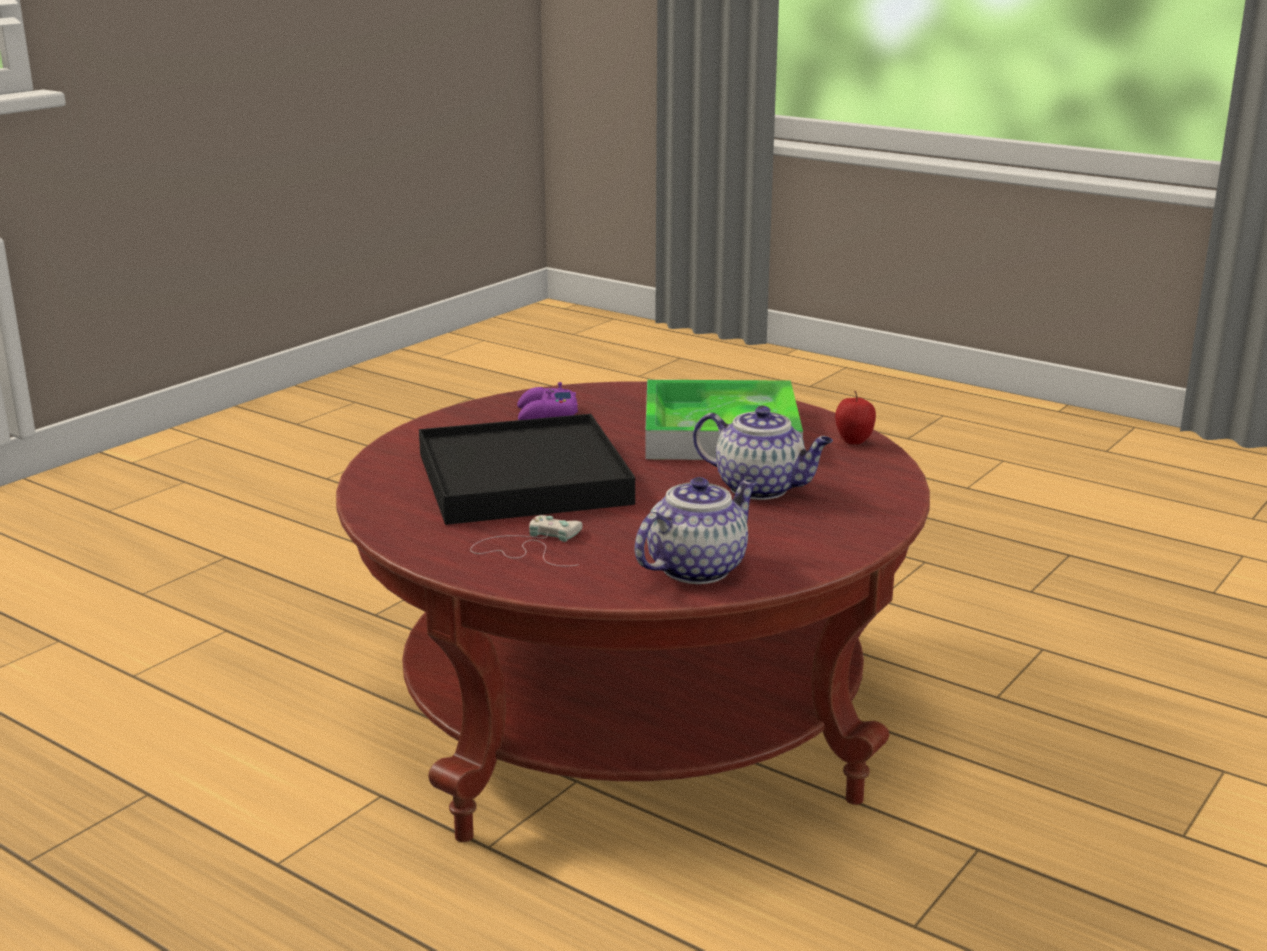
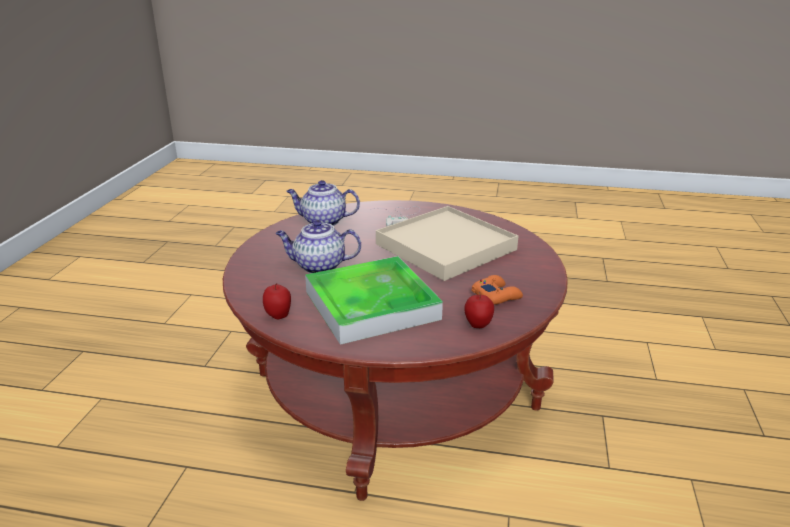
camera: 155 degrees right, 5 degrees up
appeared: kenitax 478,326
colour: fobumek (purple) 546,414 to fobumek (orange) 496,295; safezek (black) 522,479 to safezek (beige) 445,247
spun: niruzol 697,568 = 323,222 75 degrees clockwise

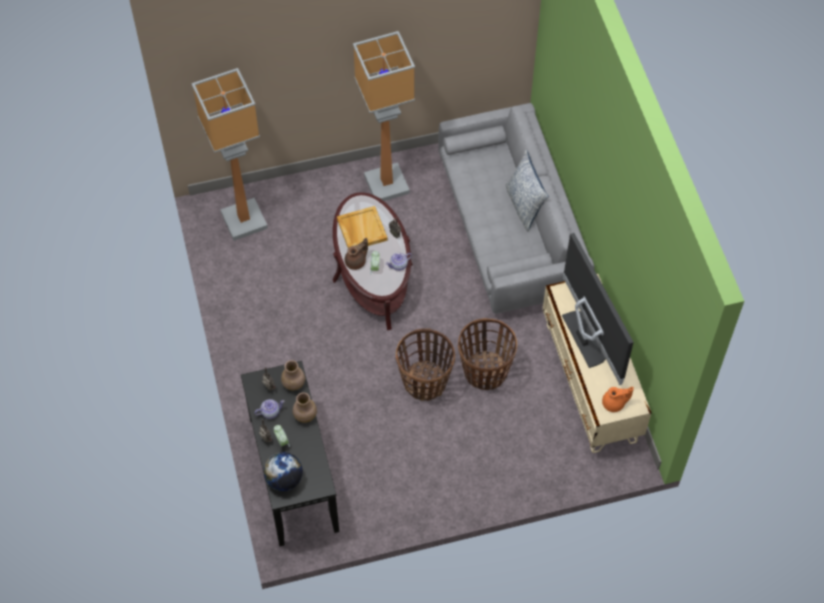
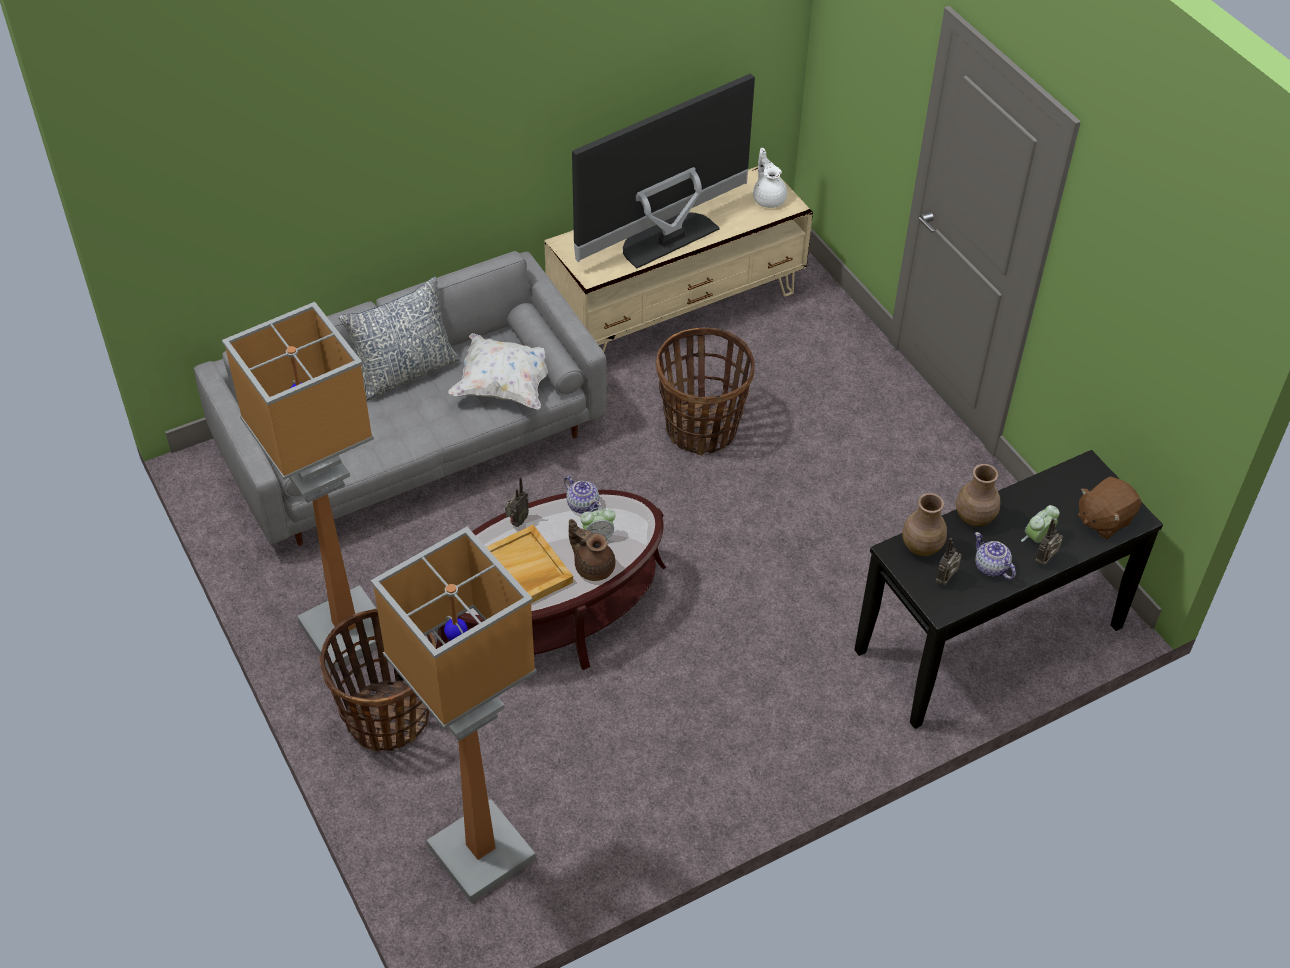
camera: 105 degrees left, 10 degrees down
appeared: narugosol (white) 505,385
relocated: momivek 425,382 to 388,716
exchanged: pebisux 284,479 to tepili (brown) 1103,519
colour: niruzol (orange) 614,404 to niruzol (white) 768,198

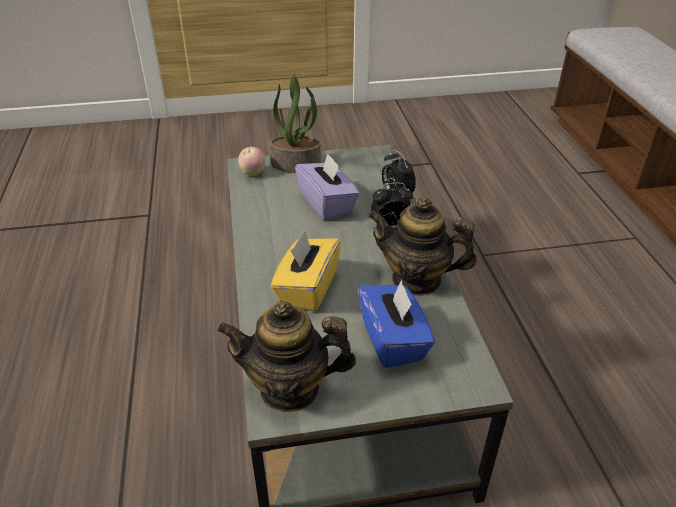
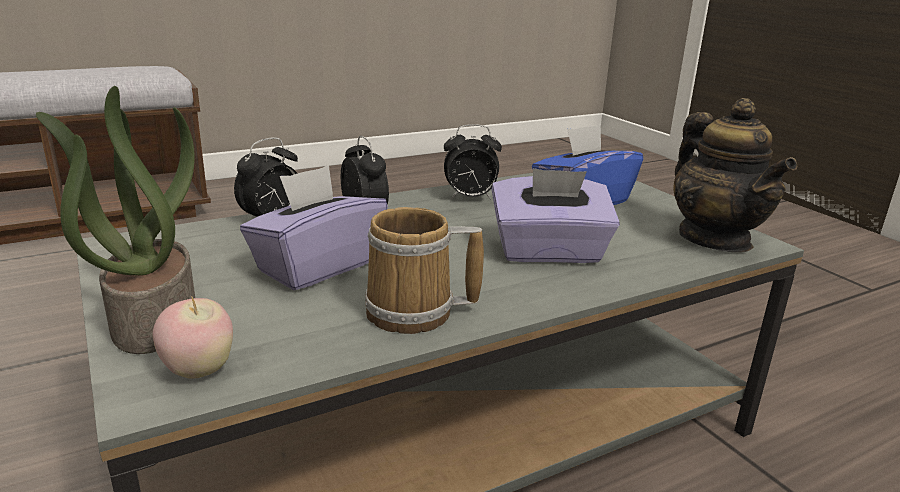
camera: 110 degrees left, 15 degrees down
appeared: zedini 416,313
exchanged: niruzol 417,279 to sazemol 470,198
colour: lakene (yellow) 307,289 to lakene (purple) 549,252

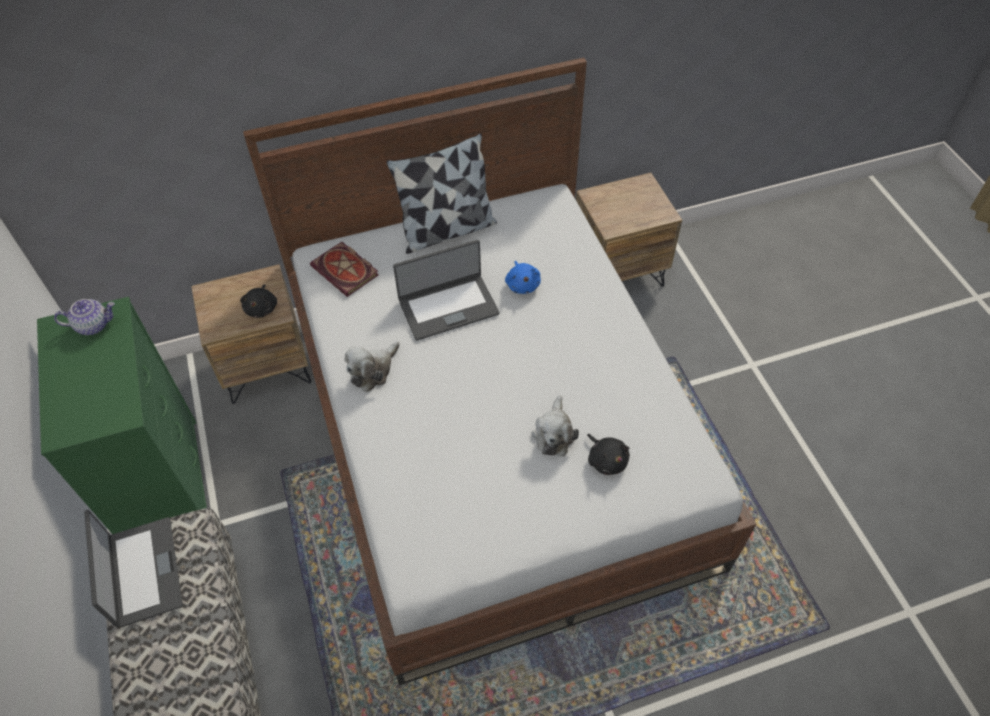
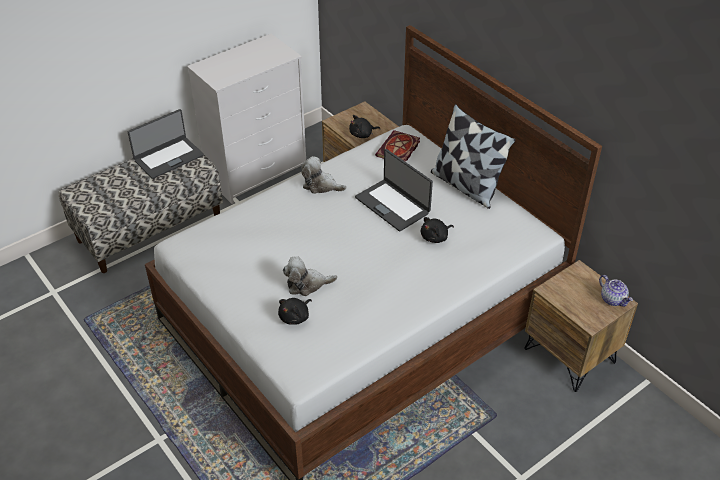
camera: 70 degrees right, 10 degrees down
relocated: niruzol 93,325 to 613,299
colour: tepili (blue) 522,284 to tepili (black) 435,237; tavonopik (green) 166,485 to tavonopik (white) 257,173

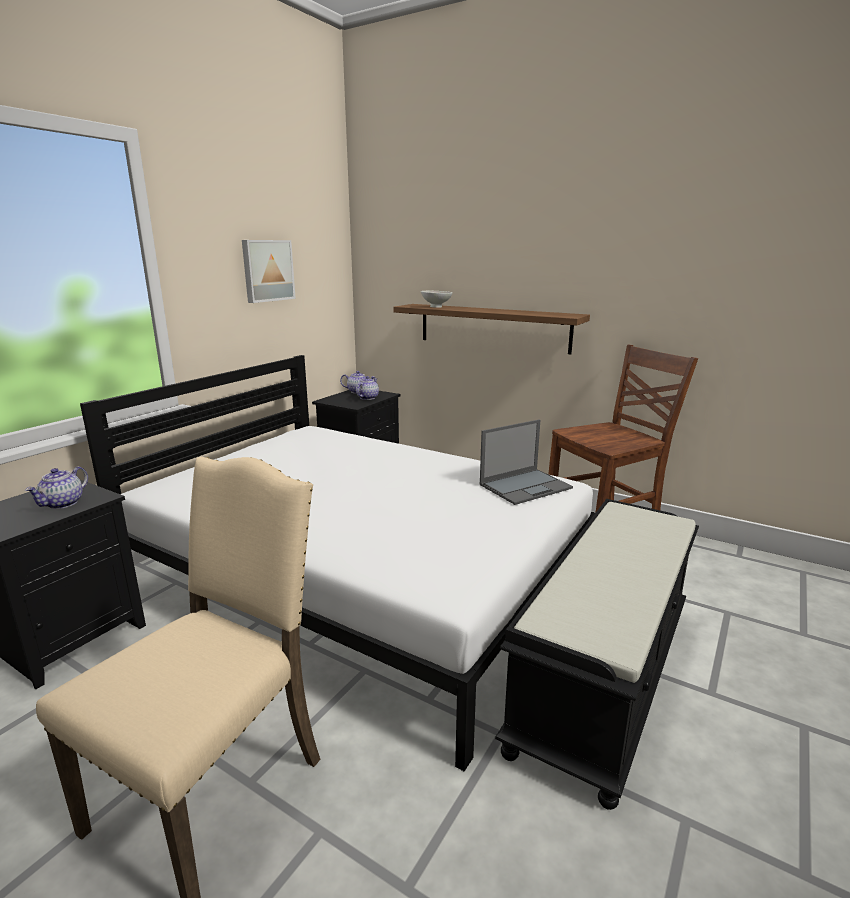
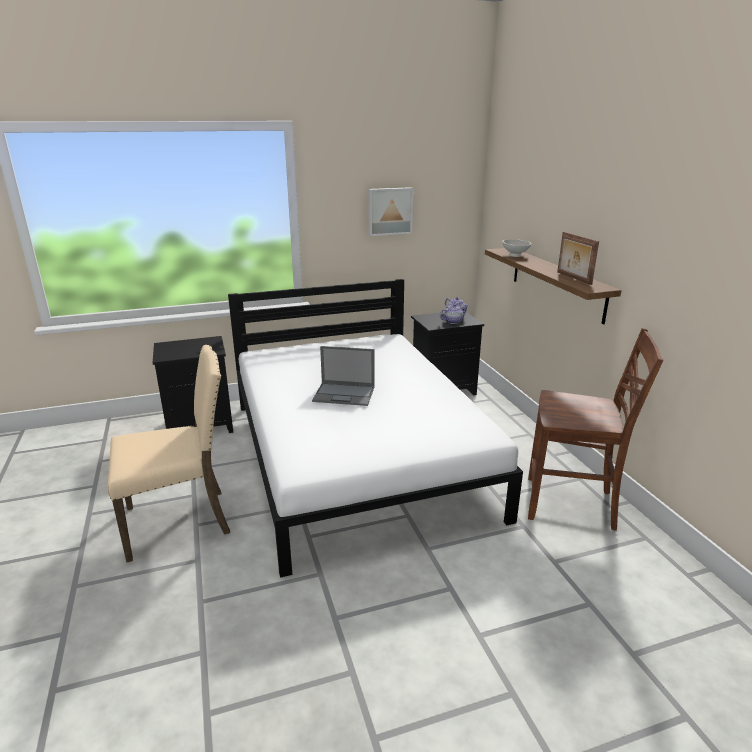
camera: 40 degrees right, 5 degrees up
missing: niruzol 63,503; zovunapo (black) 602,672
appeared: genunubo 573,278
relocated: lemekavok 526,486 to 345,394

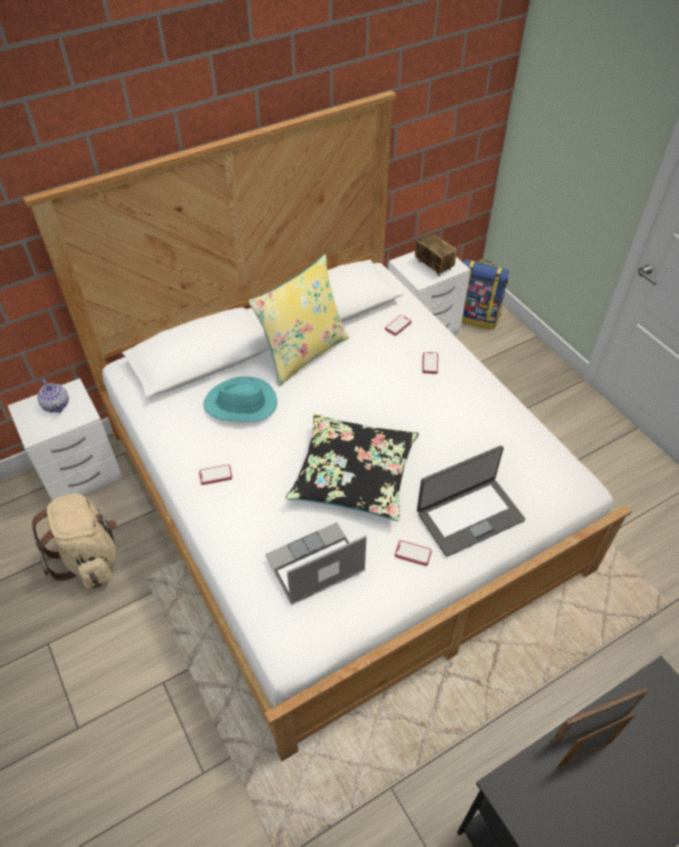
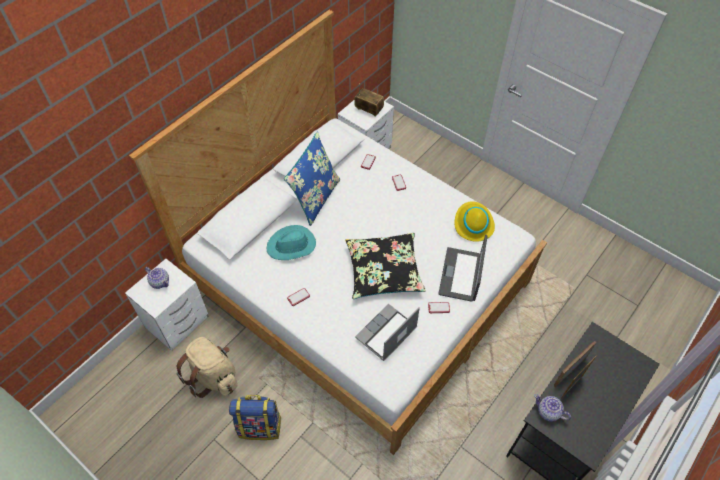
camera: 20 degrees left, 5 degrees up
appeared: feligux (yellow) 473,224; niruzol 548,412
relocated: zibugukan 477,316 to 260,426
colour: narugosol (yellow) 303,353 to narugosol (blue) 315,198
spun: lemekavok 469,515 = 461,274 150 degrees clockwise

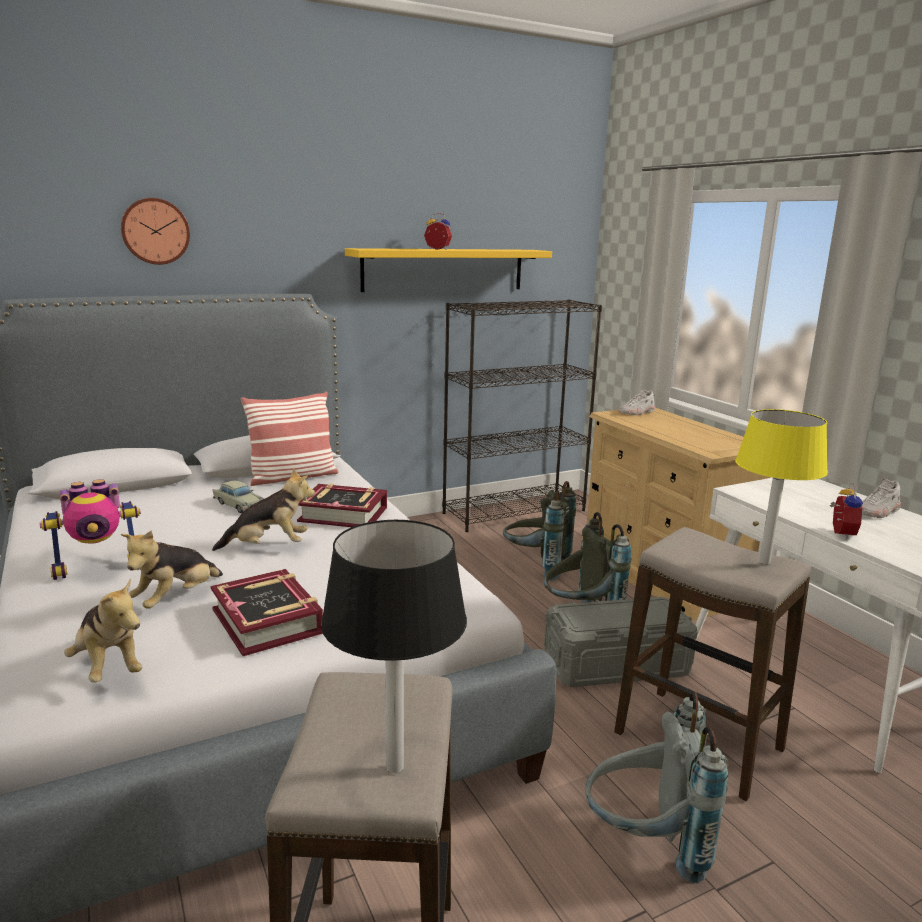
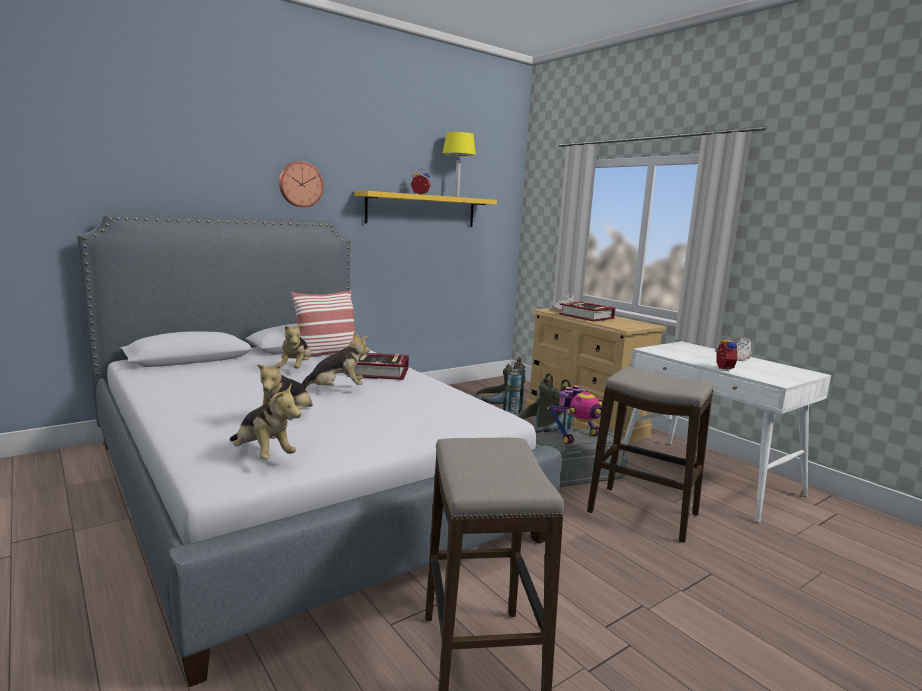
camera: 10 degrees left, 5 degrees down
missing: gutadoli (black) 515,511; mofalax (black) 395,767; zibugukan (grey) 645,846
relocated: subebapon 155,231 to 300,184; mofalax (yellow) 764,562 to 457,197; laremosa 98,566 to 576,437; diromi 268,621 to 586,316
exchanged: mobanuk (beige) 238,505 to tepili 296,368

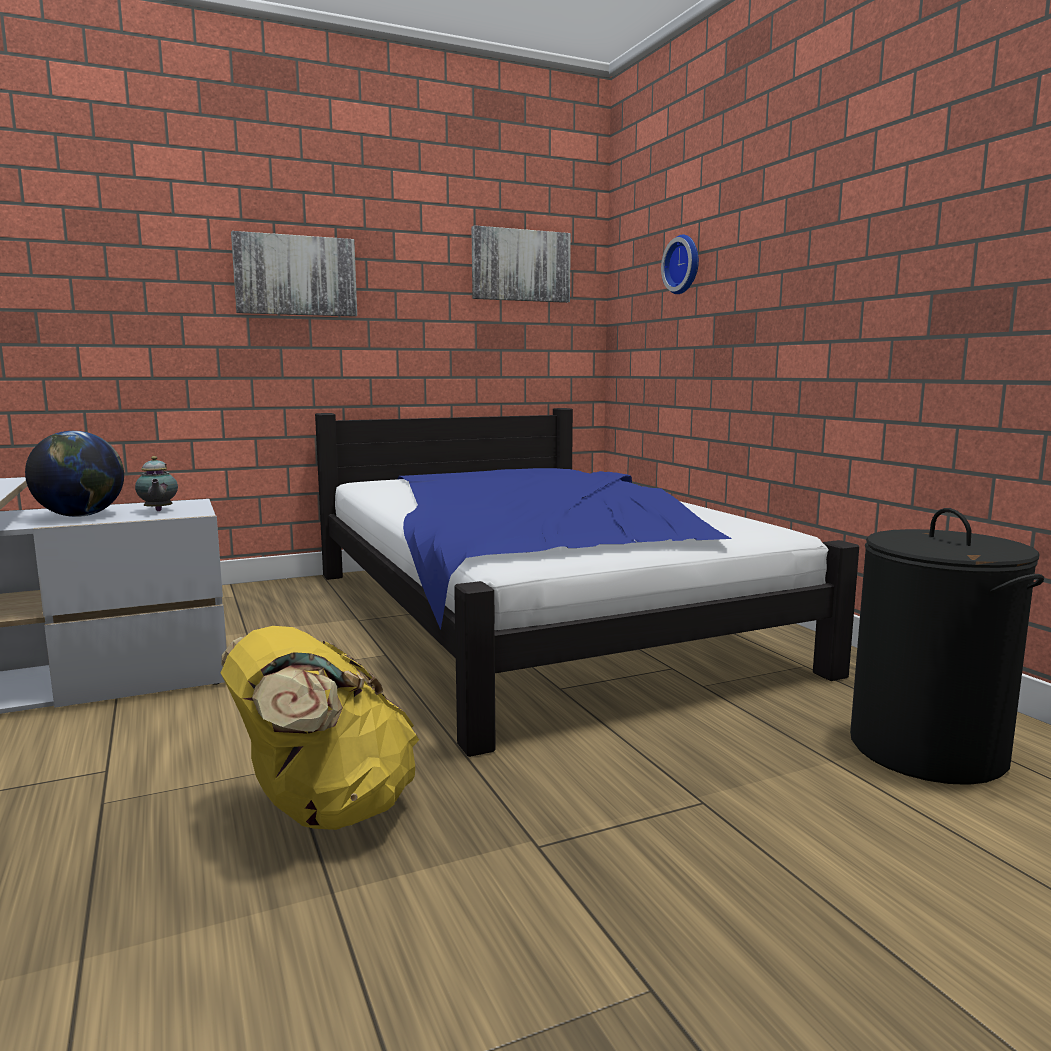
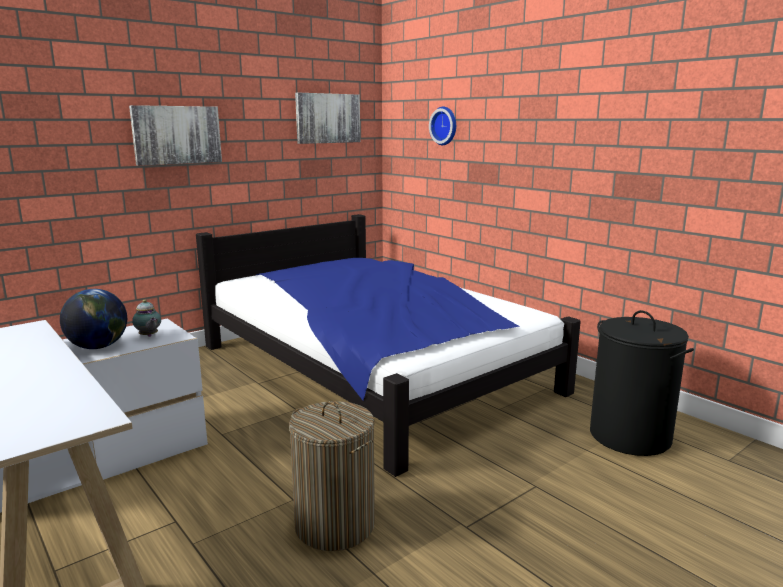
camera: 15 degrees left, 5 degrees up
exchanged: zibugukan (yellow) 324,810 to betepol 334,525

